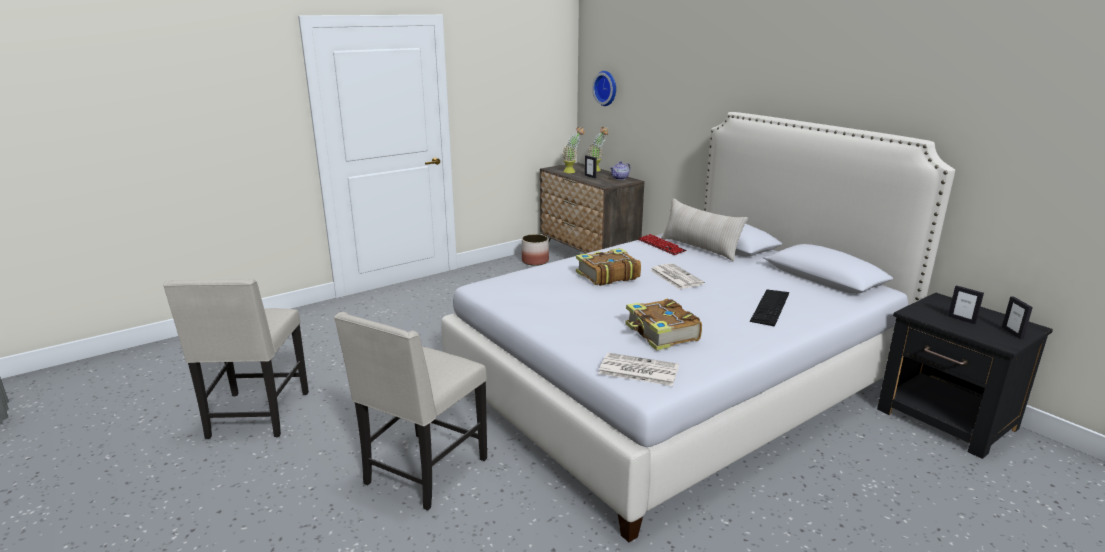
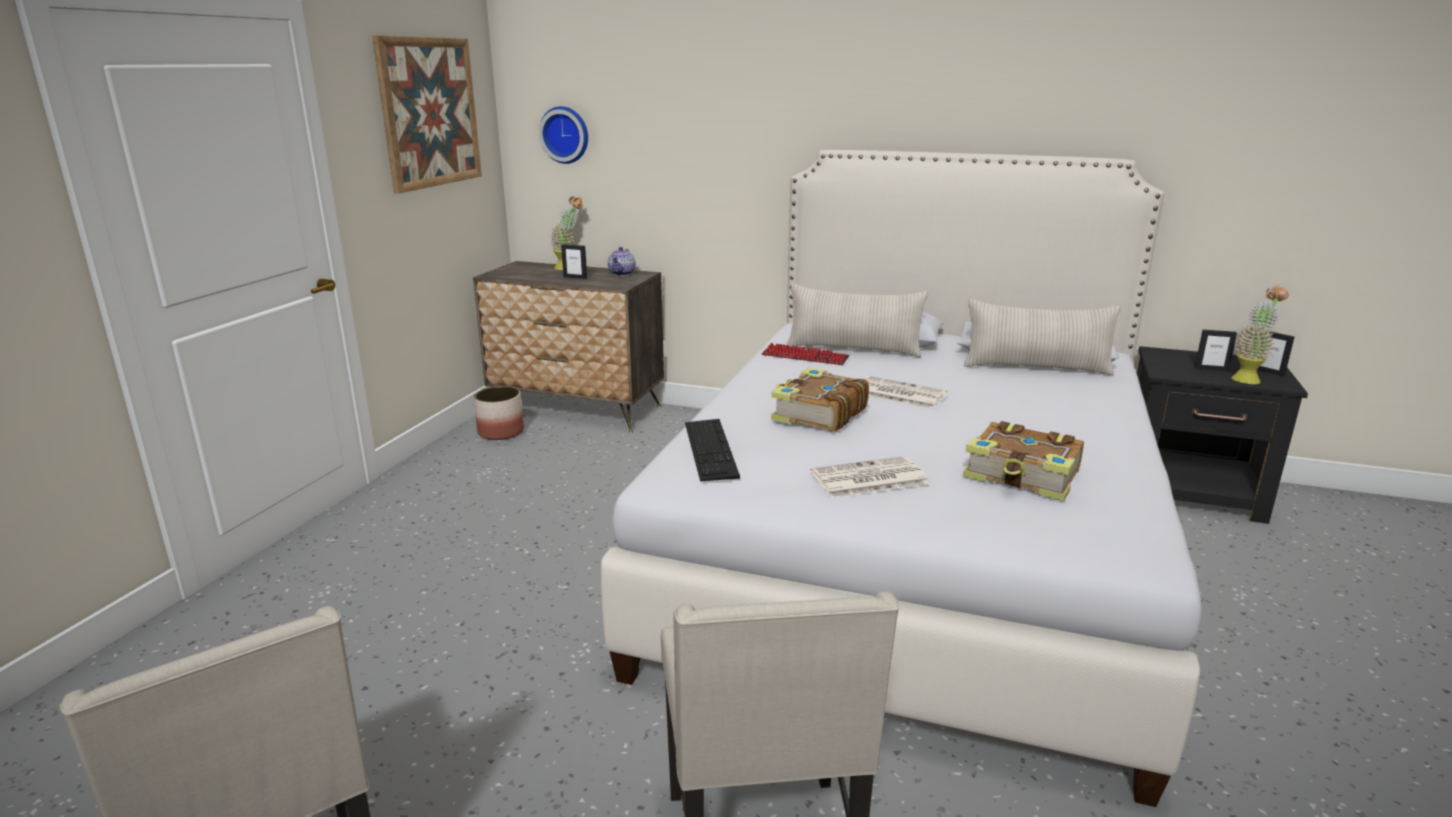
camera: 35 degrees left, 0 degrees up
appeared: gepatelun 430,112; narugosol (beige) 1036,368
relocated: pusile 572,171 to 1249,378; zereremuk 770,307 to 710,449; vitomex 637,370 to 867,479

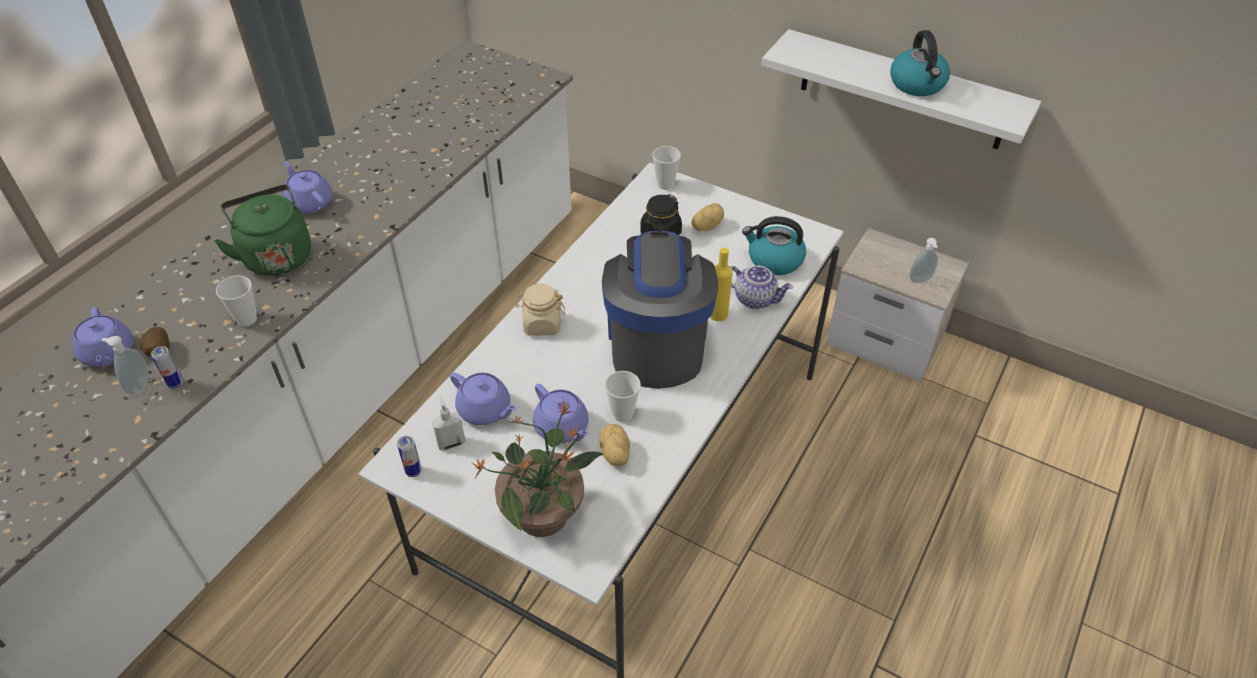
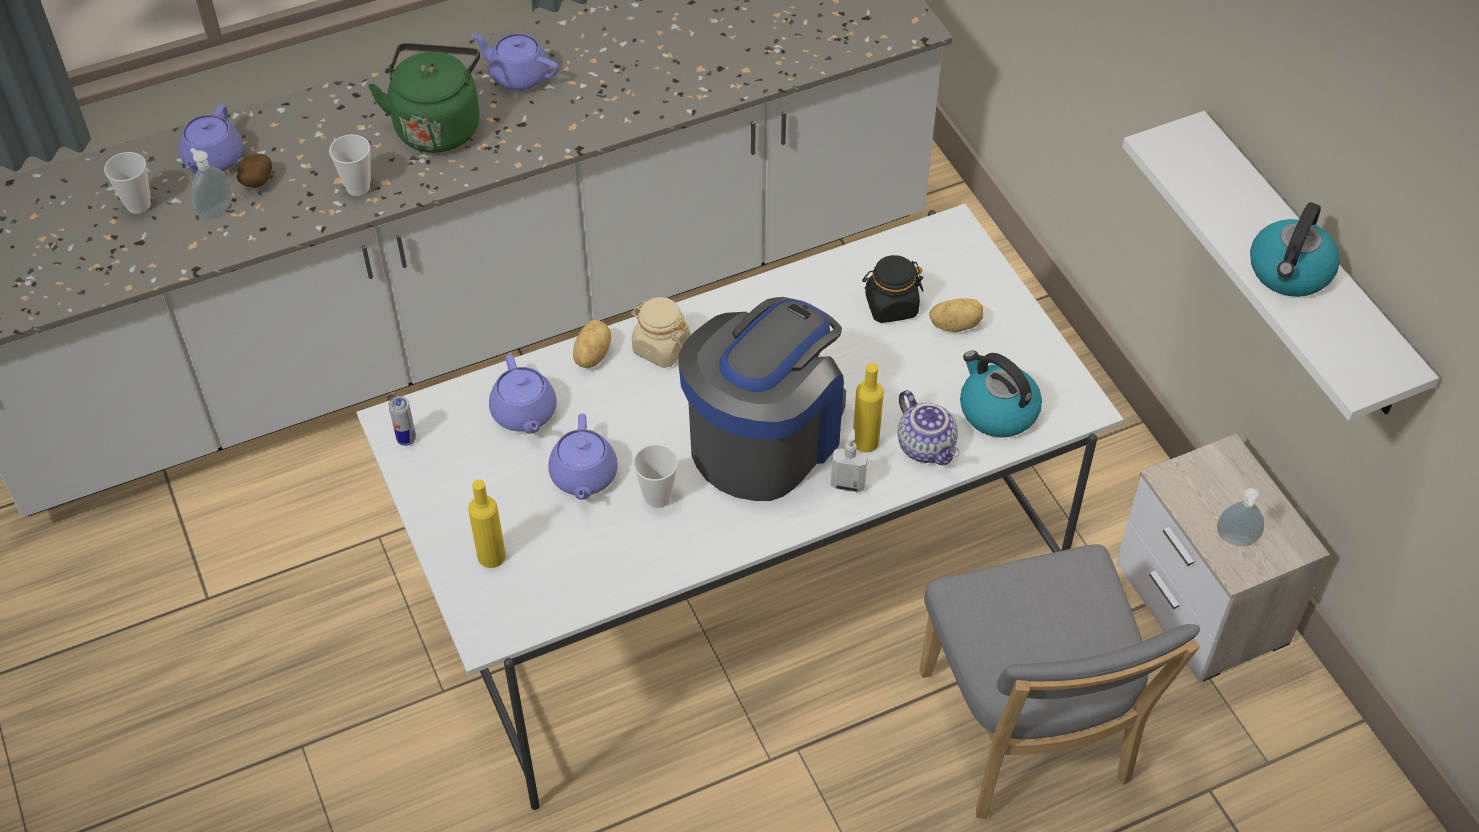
camera: 35 degrees right, 5 degrees up
missing: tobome 176,383
appeared: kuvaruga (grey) 1027,736
relocated: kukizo 665,184 to 138,205; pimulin 451,443 to 848,484; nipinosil 614,454 to 591,355
exchanged: pusile 544,514 to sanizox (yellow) 491,556
spun: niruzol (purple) 310,202 = 518,75 60 degrees counterclockwise

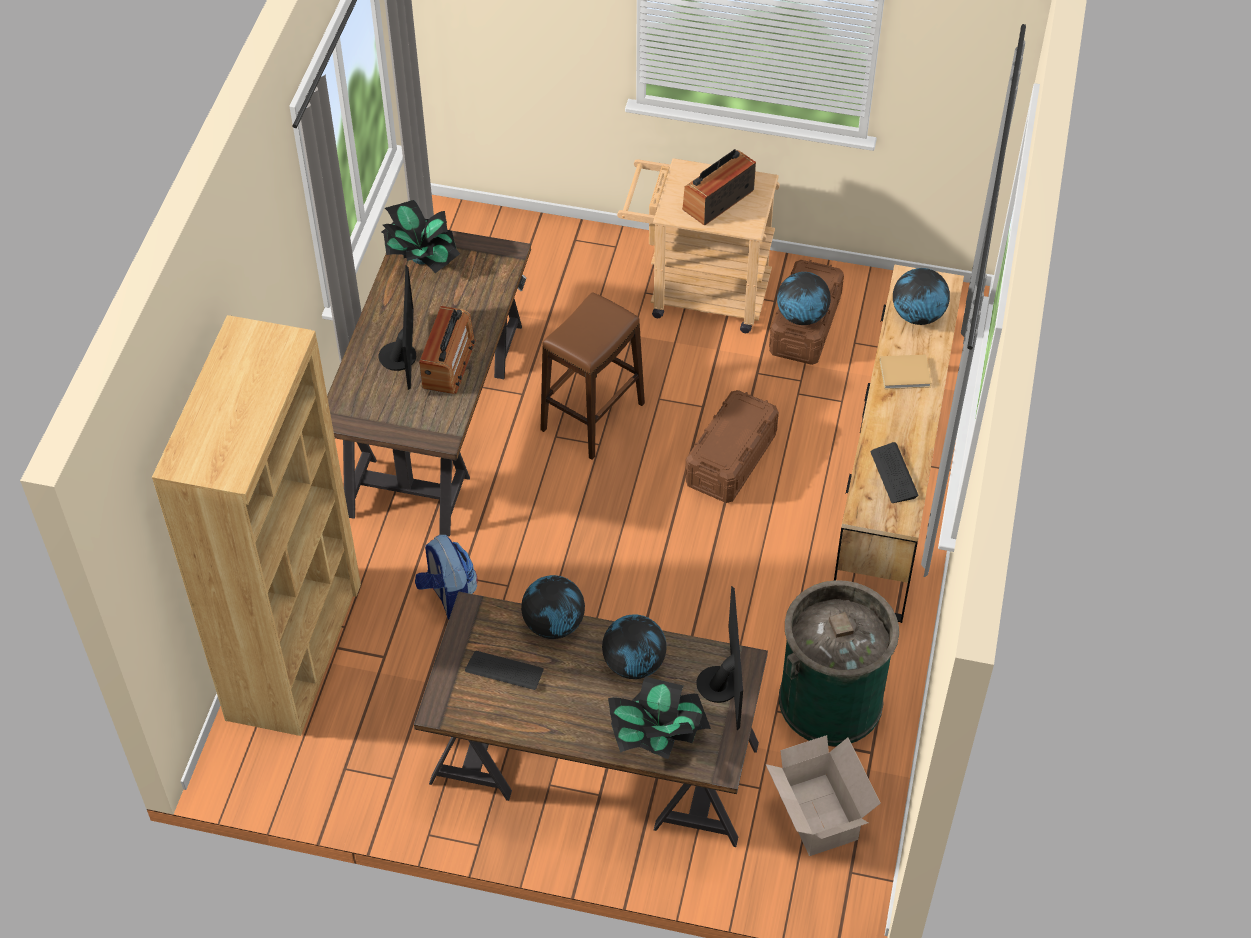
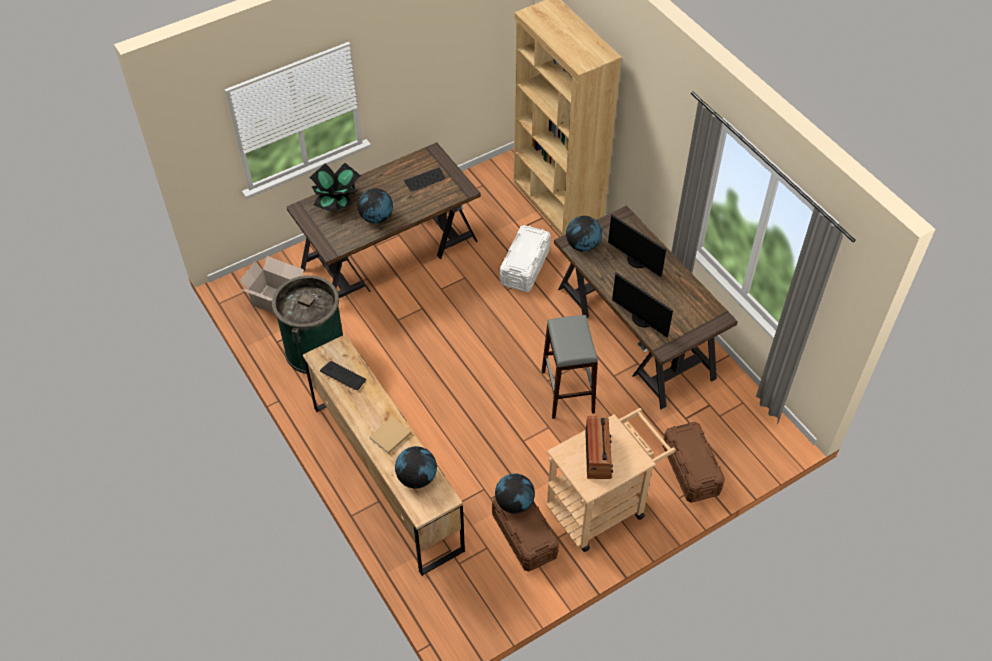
camera: 135 degrees right, 0 degrees up
missing: pusile 421,258; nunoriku 449,363
relocated: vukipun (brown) 731,459 to 690,469; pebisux 554,624 to 582,245; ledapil 723,684 to 642,319
exchanged: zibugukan 449,597 to vukipun (white) 525,267
colour: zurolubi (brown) 592,417 to zurolubi (grey) 567,391

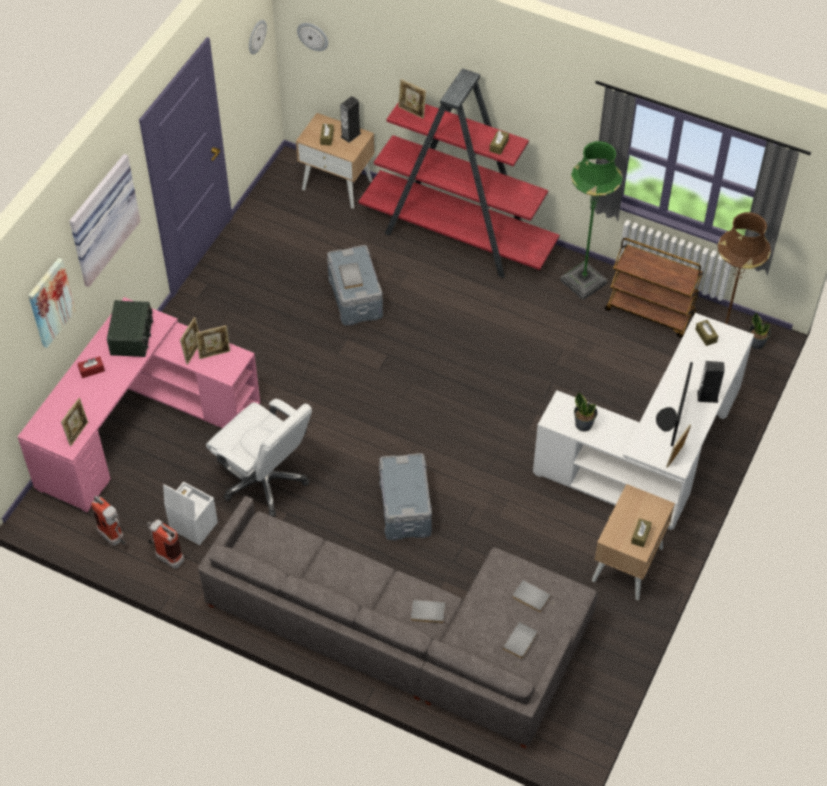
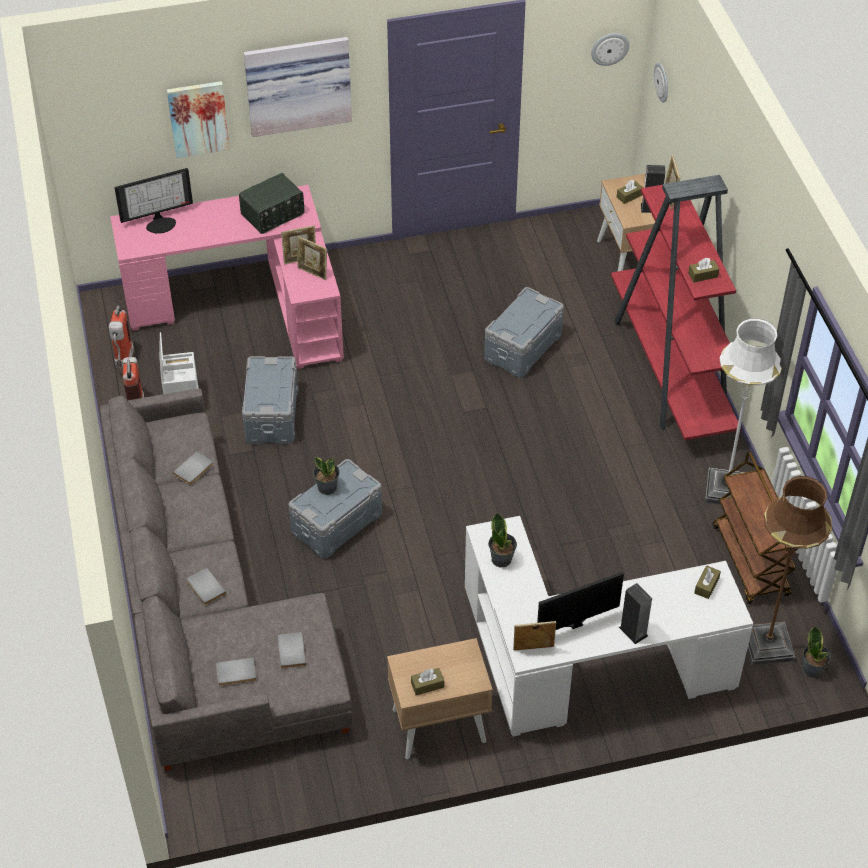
camera: 50 degrees right, 5 degrees down
missing: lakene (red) 91,370; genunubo 78,433
appeared: ledapil 160,223; pusile 327,487
relocated: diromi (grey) 352,276 to 194,470
exchanged: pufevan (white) 265,481 to vukipun (grey) 271,415
colour: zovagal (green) 583,282 to zovagal (white) 726,489

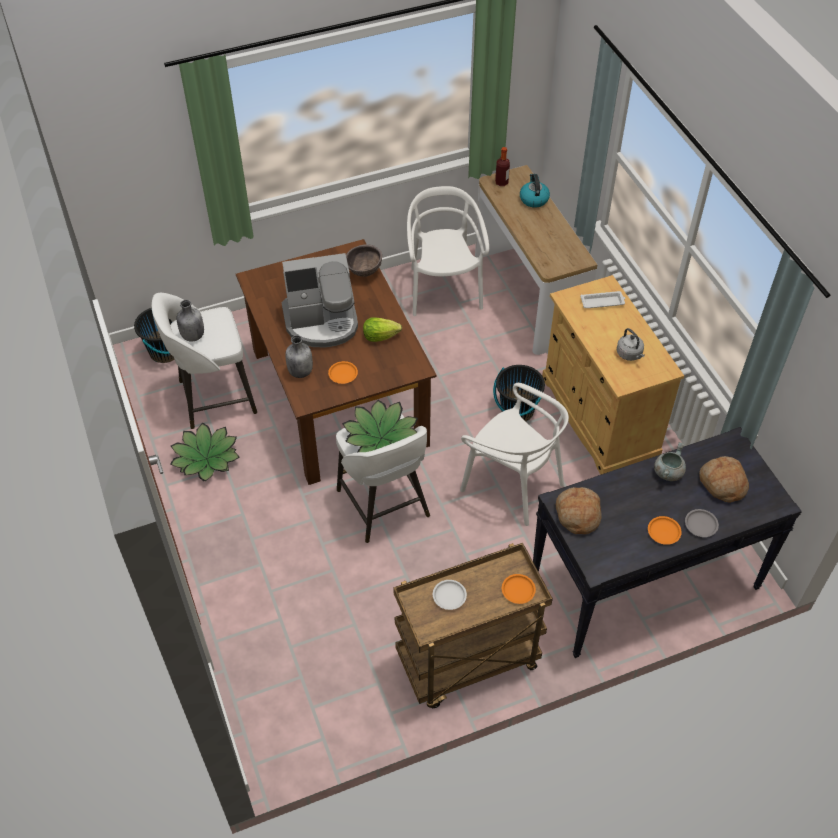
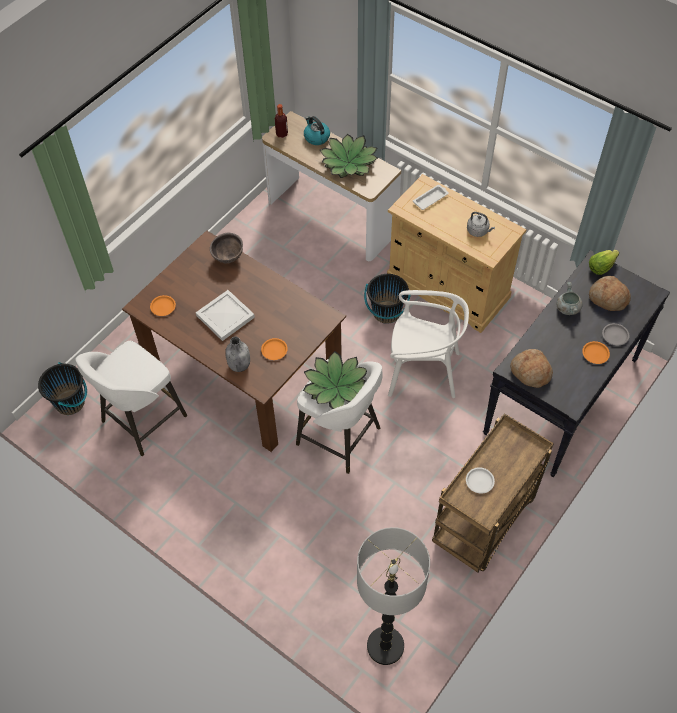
camera: 30 degrees left, 5 degrees up
missing: kuvaruga (white) 443,290; sanizox (grey) 192,336
appeared: zovagal 385,646
relocated: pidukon 380,336 to 601,267; pusile 206,458 to 349,162; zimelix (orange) 518,590 to 163,306
exchanged: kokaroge 322,322 to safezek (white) 225,315

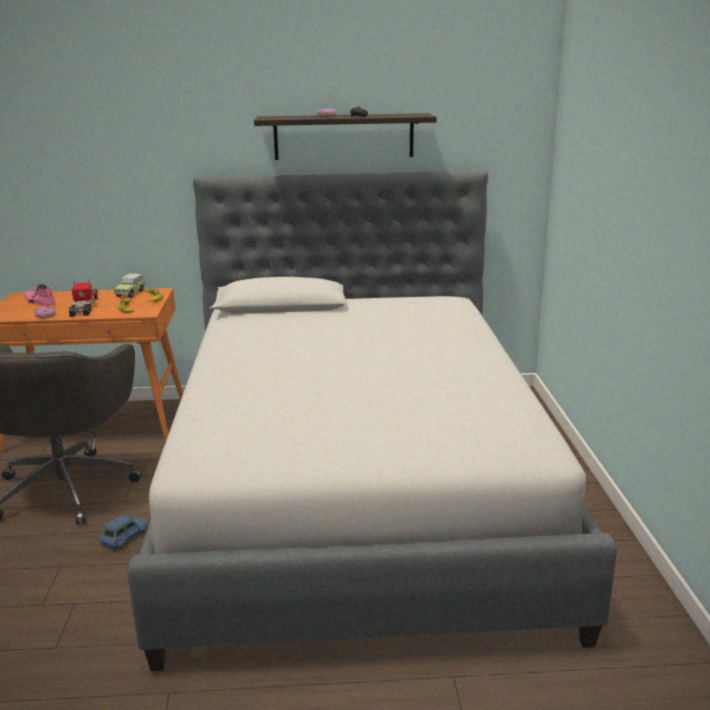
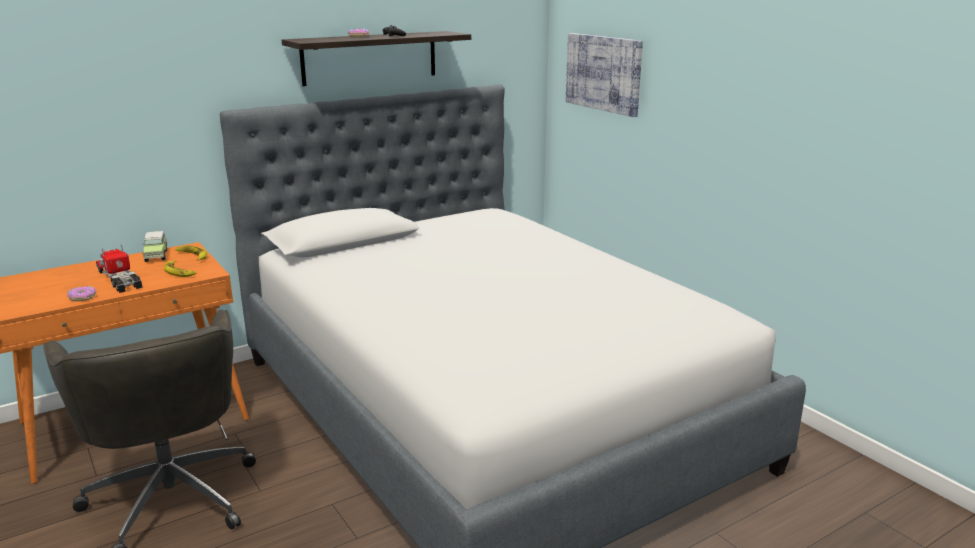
camera: 30 degrees left, 0 degrees up
missing: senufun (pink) 39,302; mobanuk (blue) 124,537
appeared: gepatelun 603,73

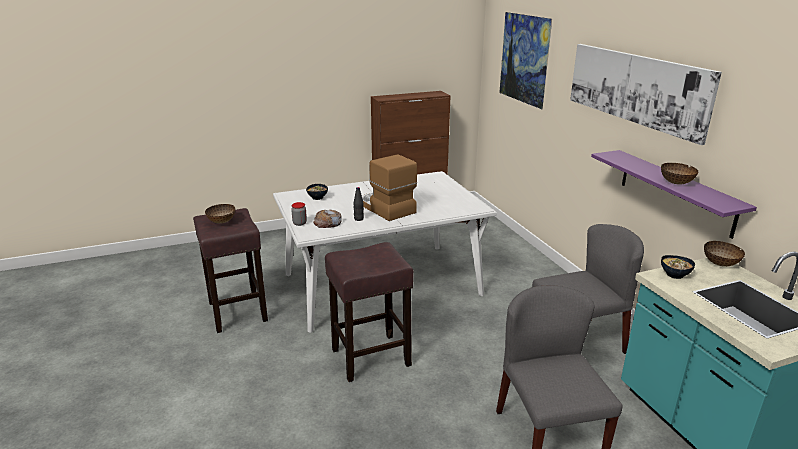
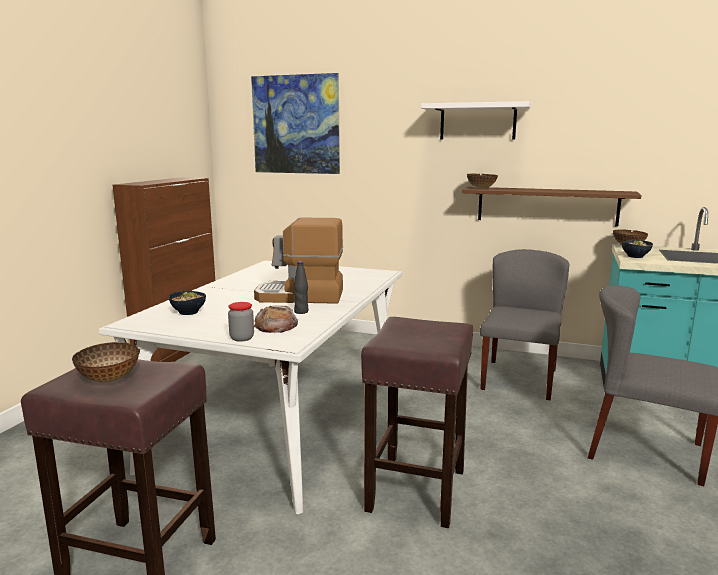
camera: 50 degrees left, 10 degrees down
relocated: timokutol 676,183 to 481,188
exchanged: gepatelun 635,88 to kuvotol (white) 477,122
colour: kuvotol (purple) 675,192 to kuvotol (brown) 546,206

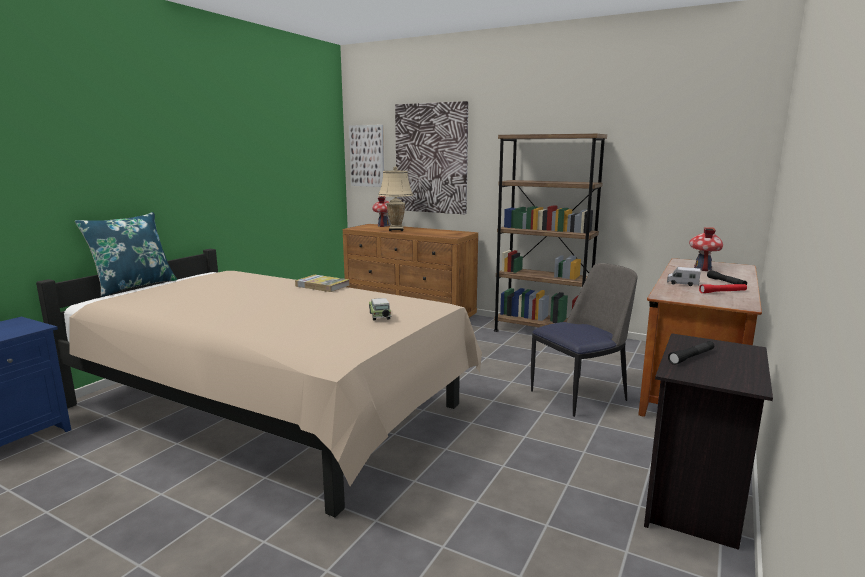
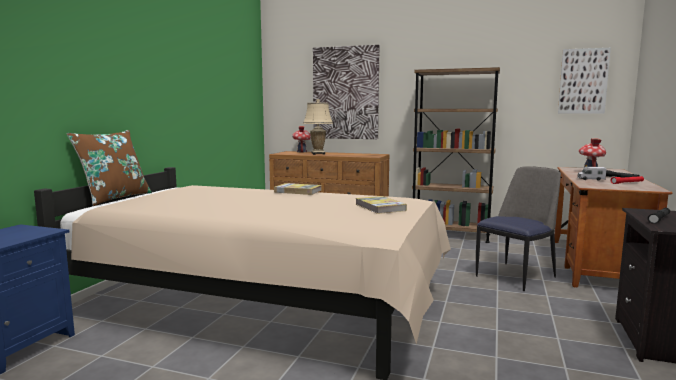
camera: 10 degrees left, 5 degrees down
relocated: gepatelun 367,156 to 583,81
exchanged: mobanuk 380,317 to diromi 380,207
colour: narugosol (blue) 134,286 to narugosol (brown) 115,198

